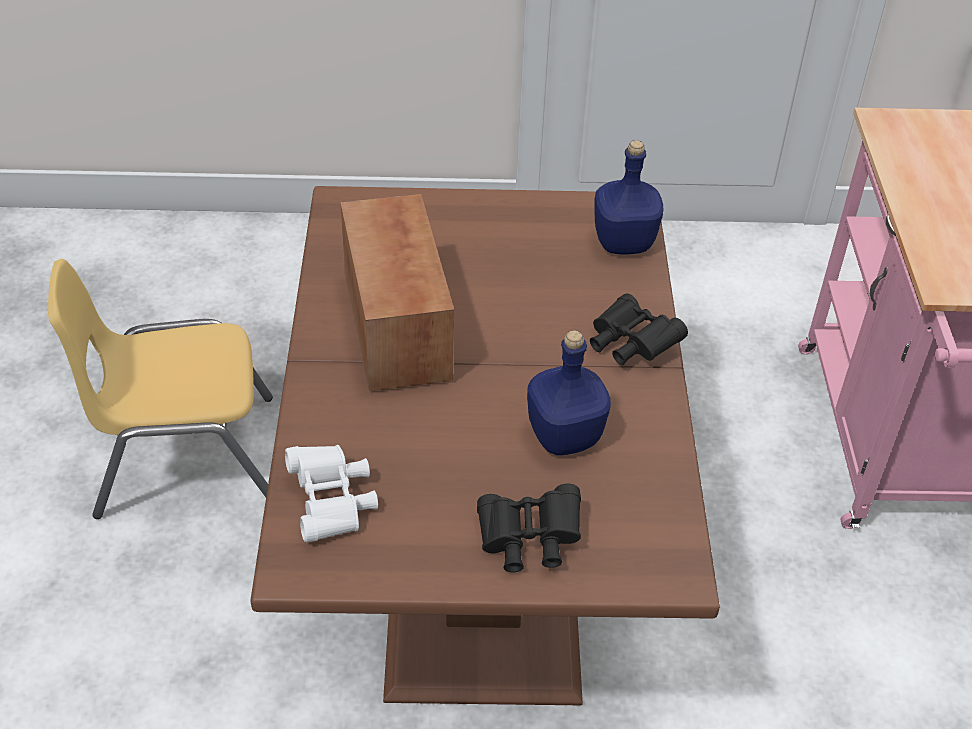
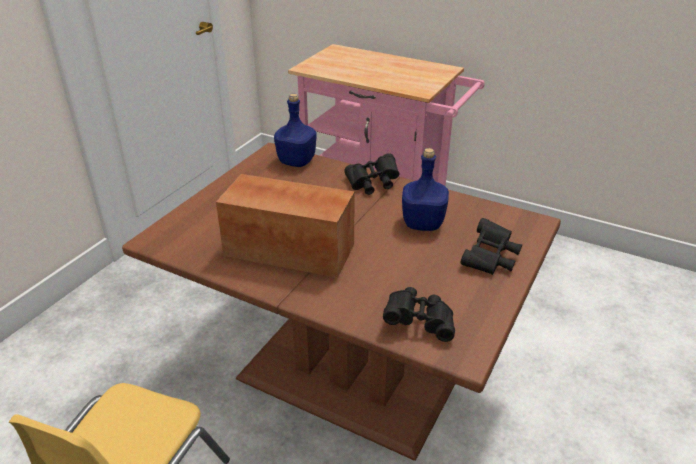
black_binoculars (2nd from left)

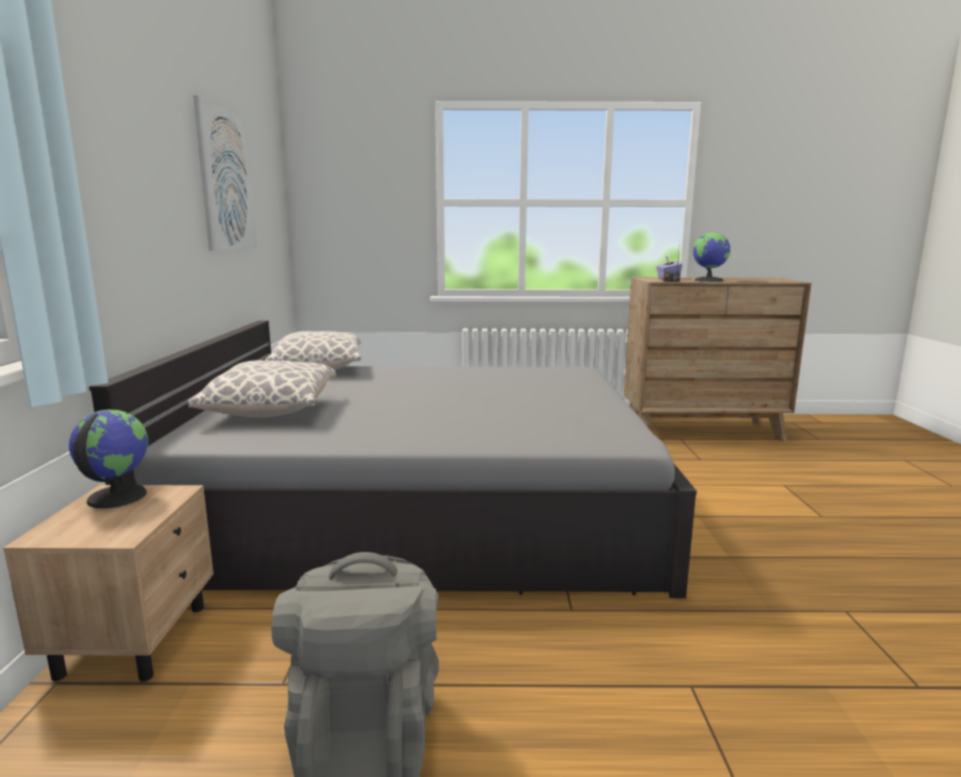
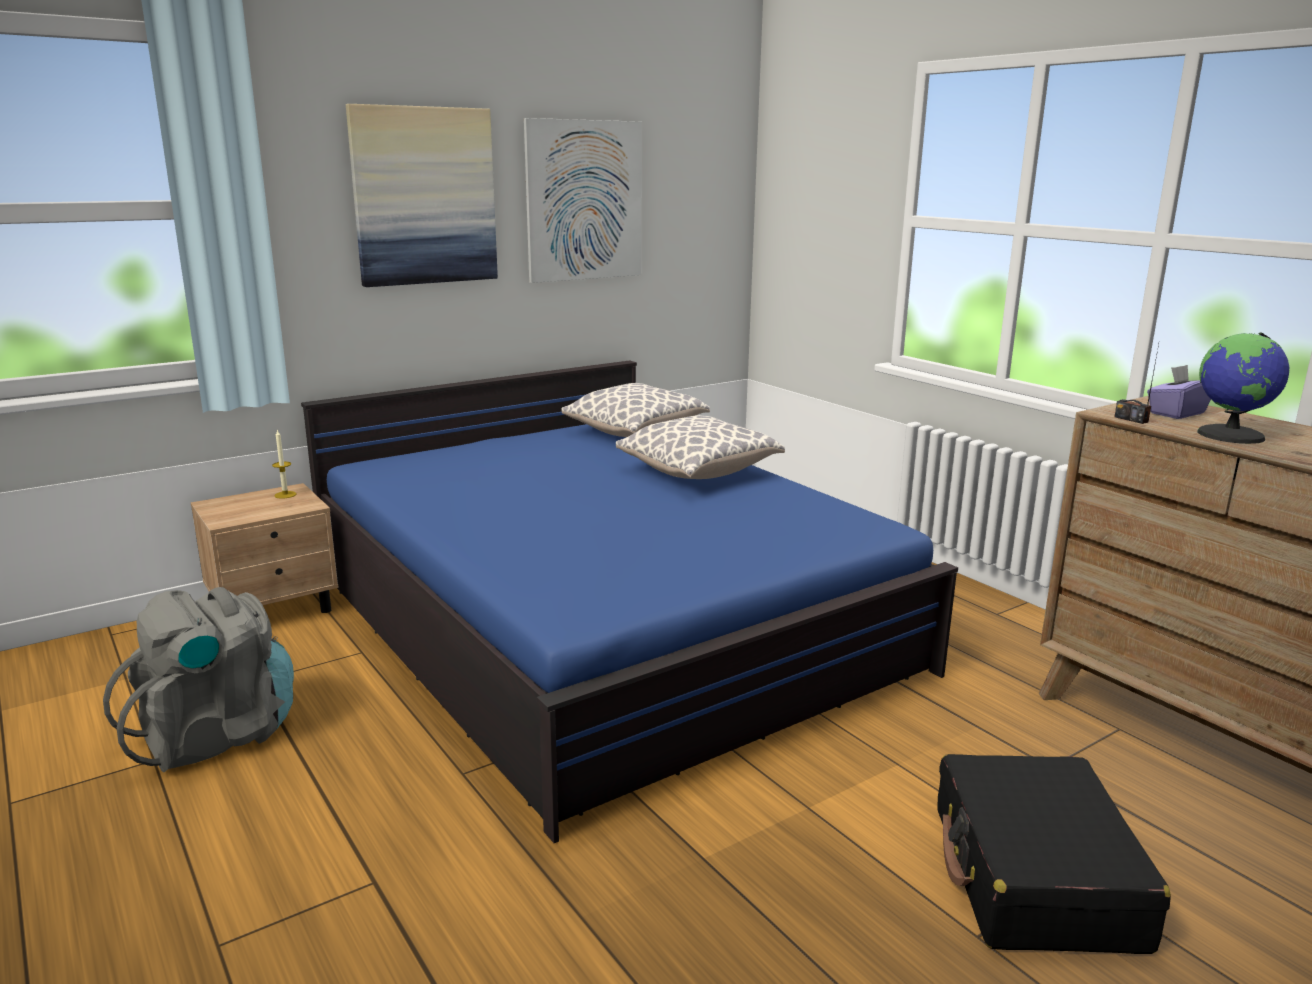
blue_bed
pillow (2nd from left)
candle
picture (1st from left)
black_suitcase

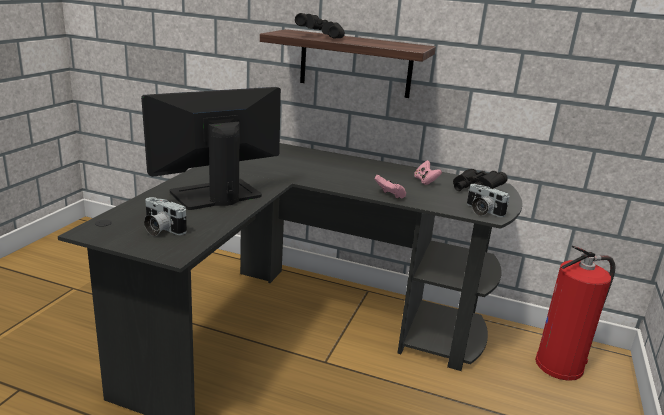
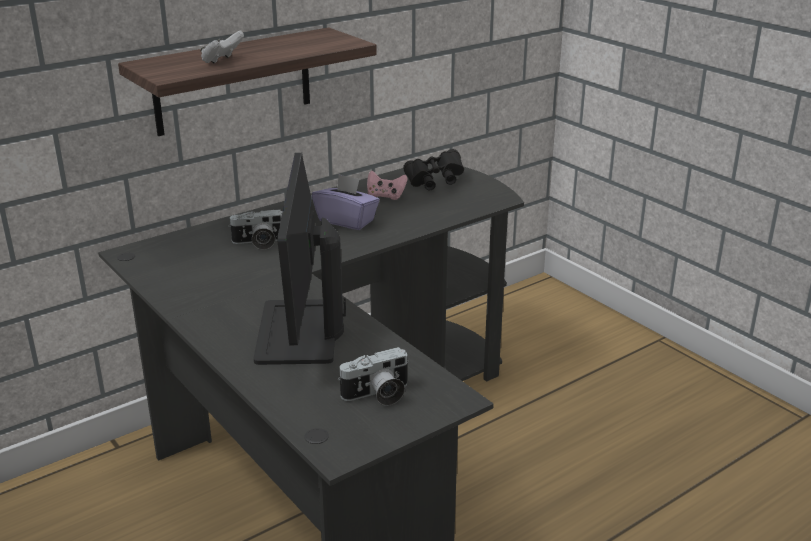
white_game_controller
pink_game_controller (1st from left in the first image)
photo_camera (1st from left)
fire_extinguisher
purple_tissue_box

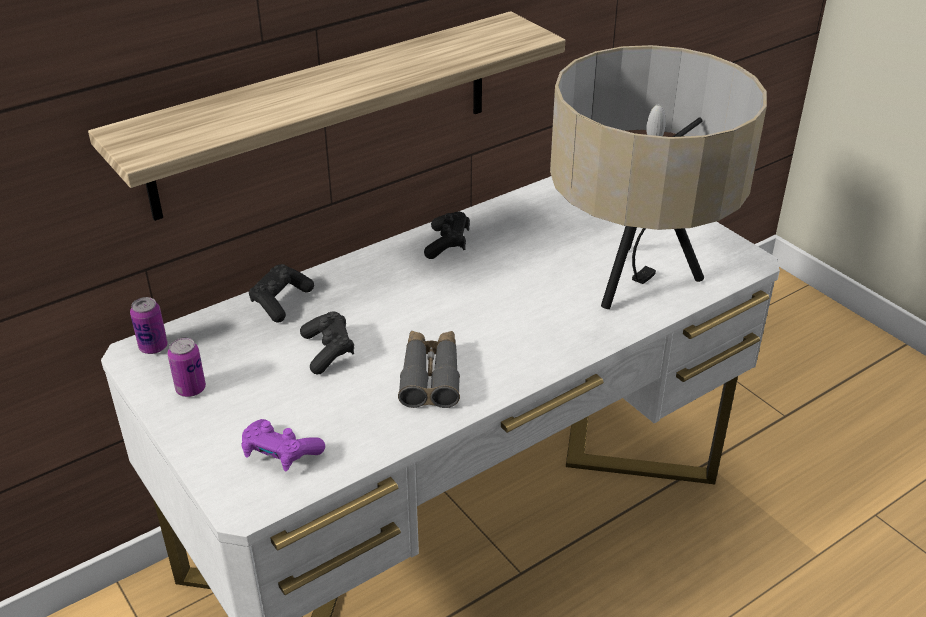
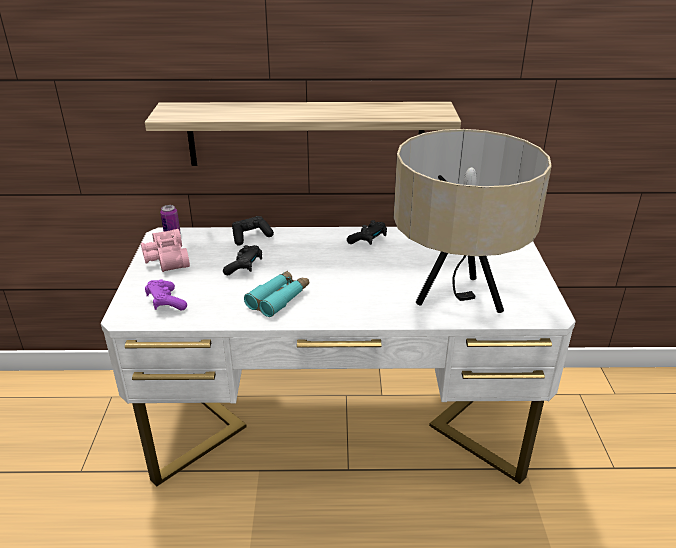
turquoise_binoculars
pink_binoculars

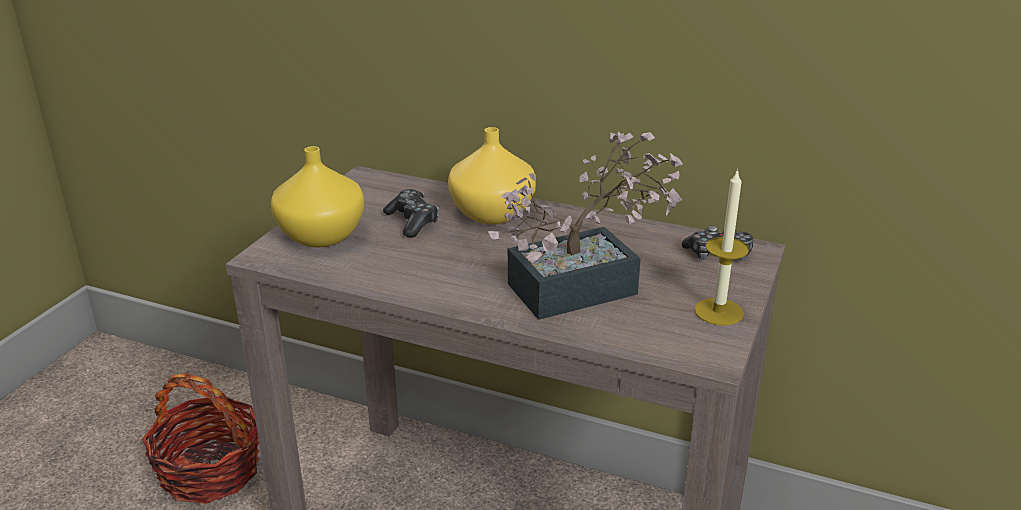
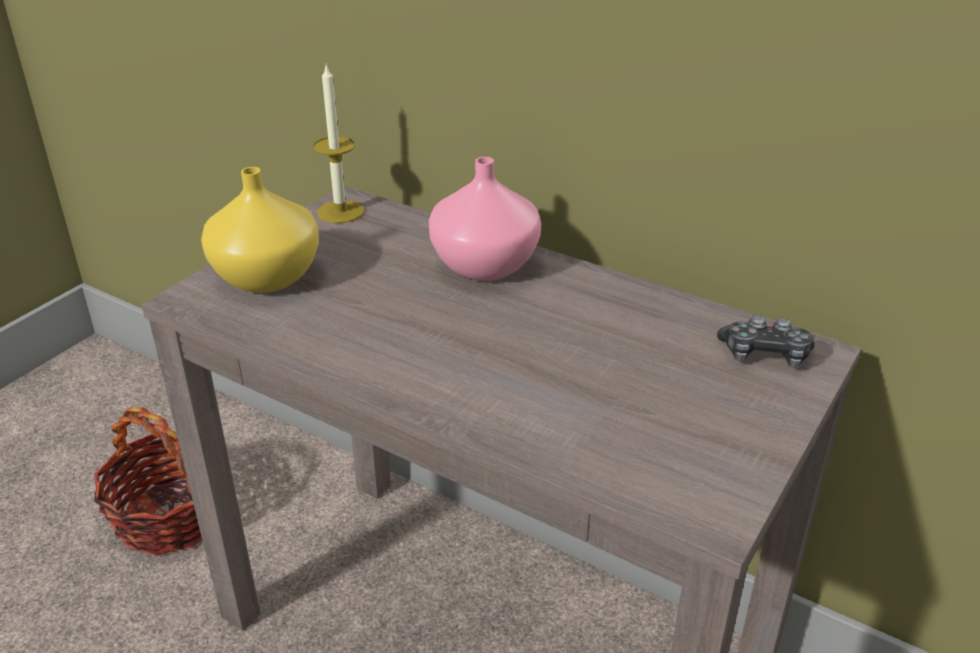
pink_vase
potted_plant
candle
game_controller (1st from left in the first image)

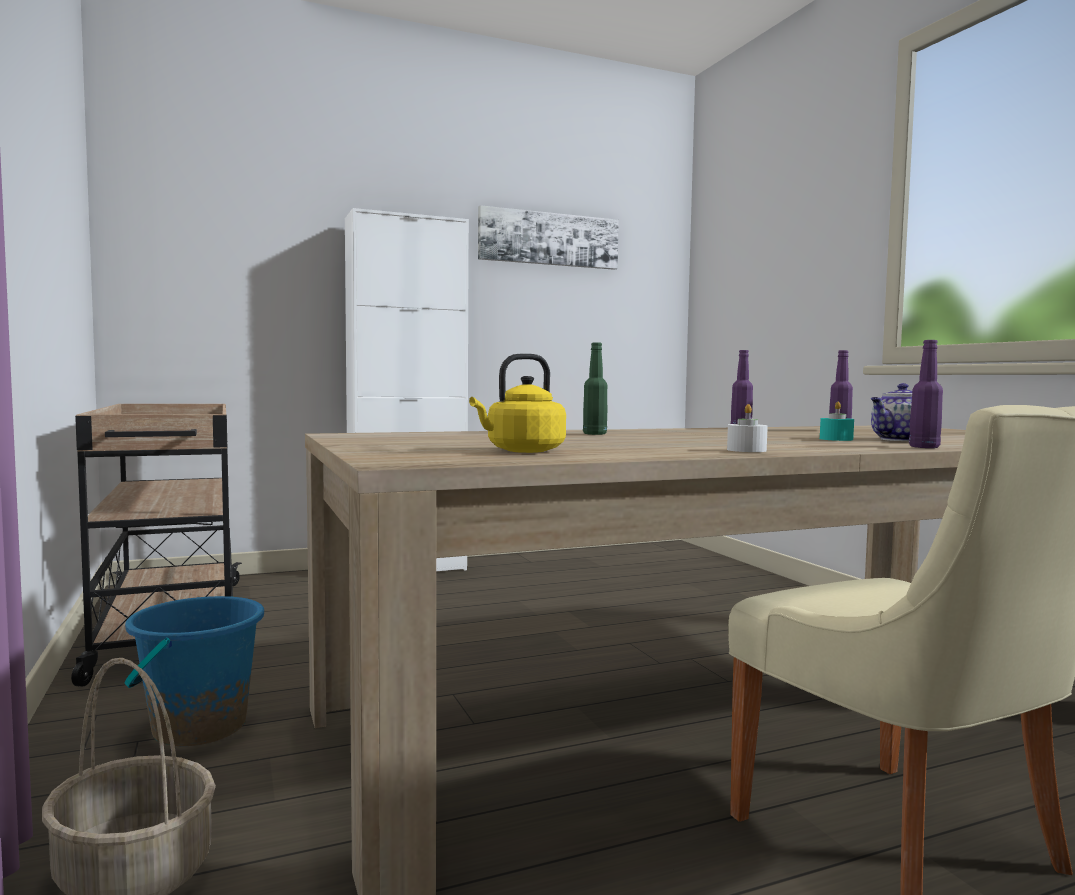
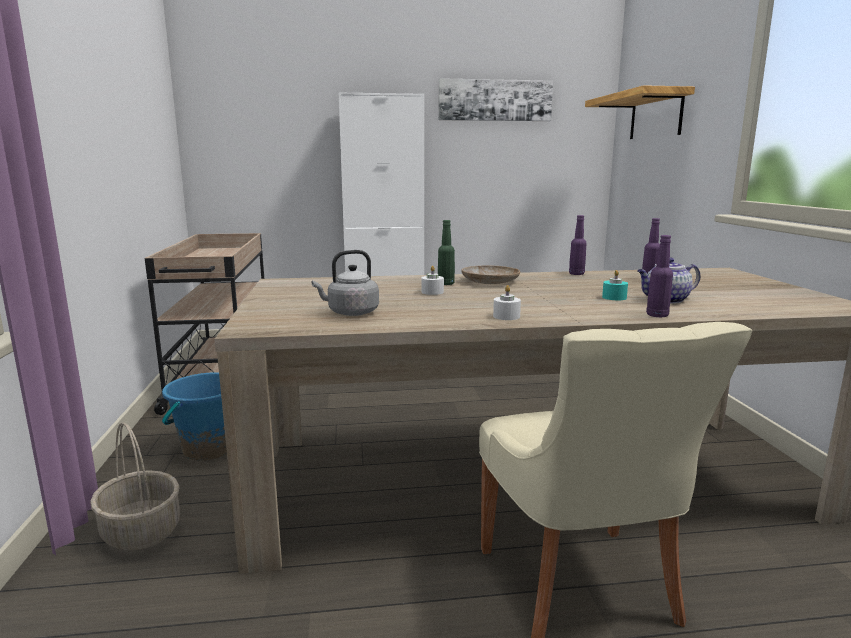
grey_kettle
shelf
beige_plate
white_candle (1st from left)

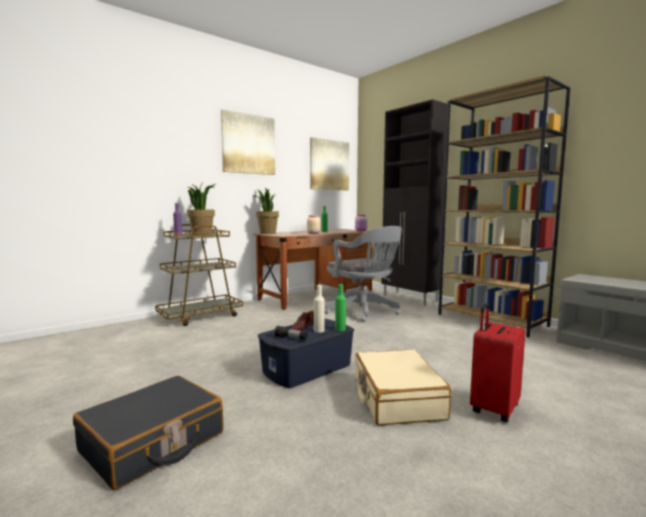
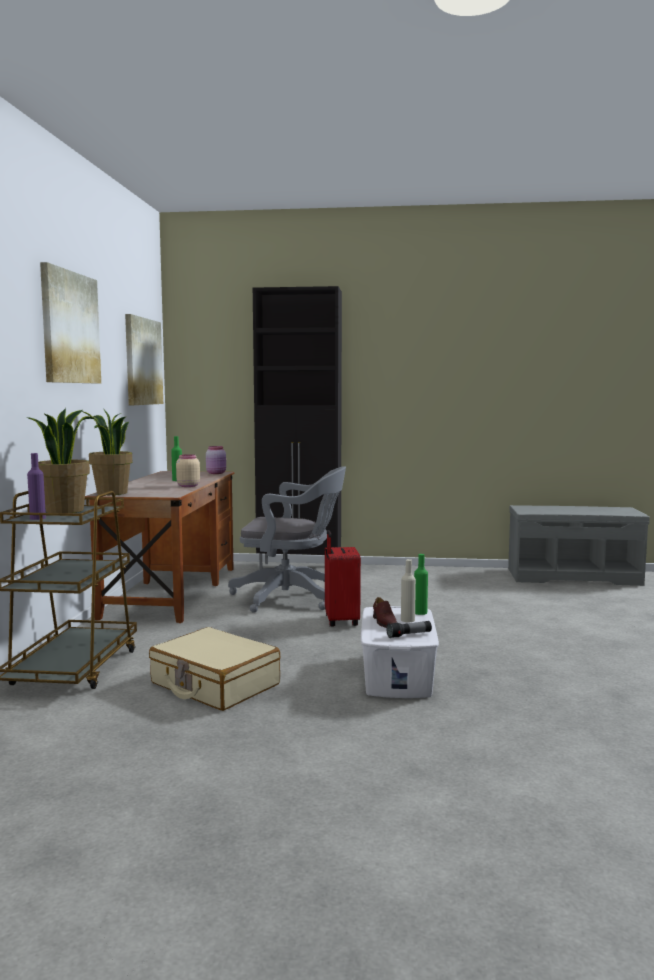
brown_bookcase
red_suitcase
white_storage_box
beige_suitcase
black_suitcase

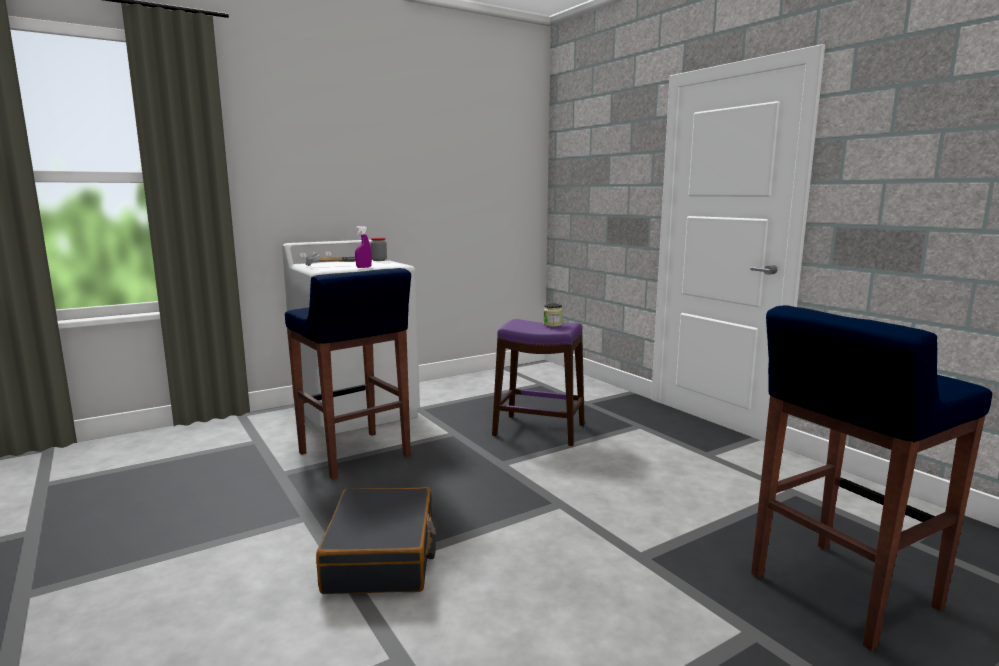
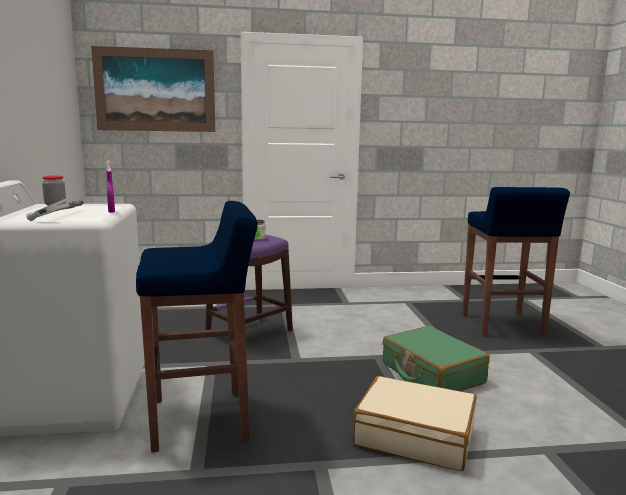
beige_suitcase
picture
green_suitcase

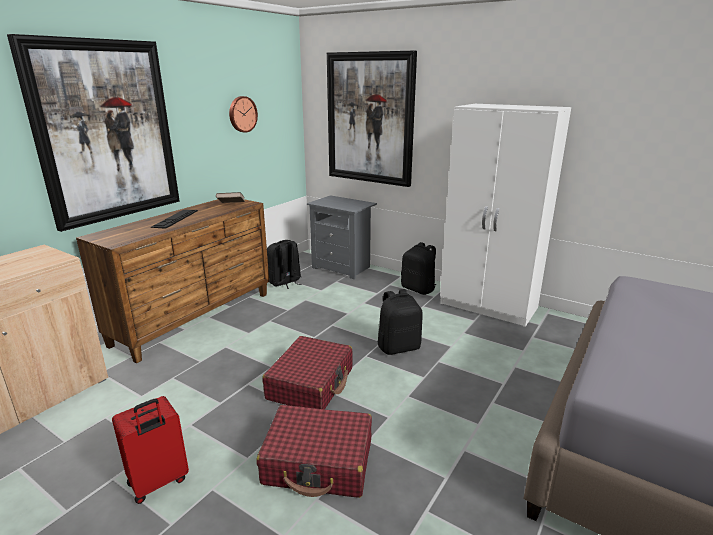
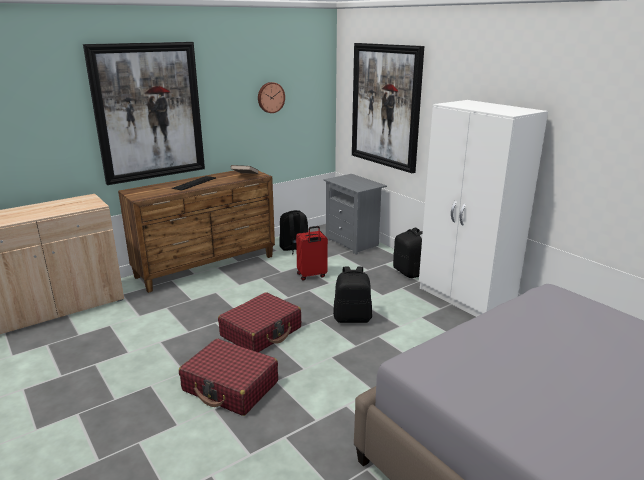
red_suitcase (3rd from left)

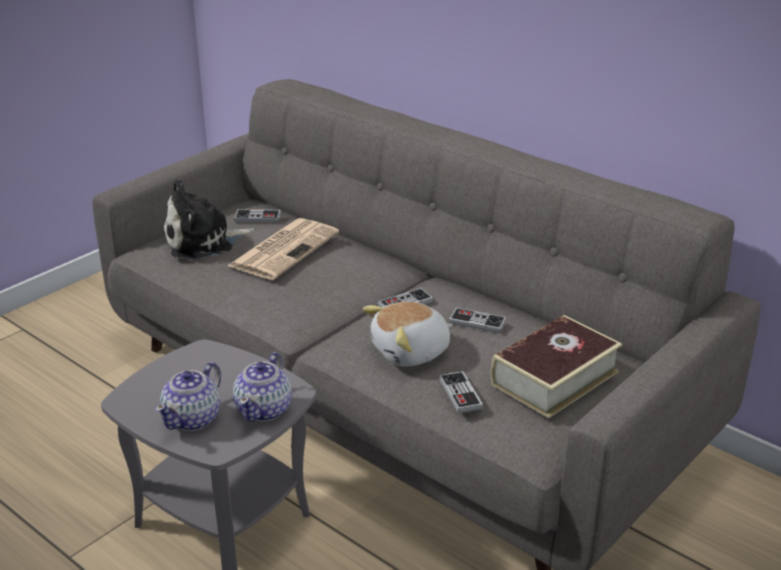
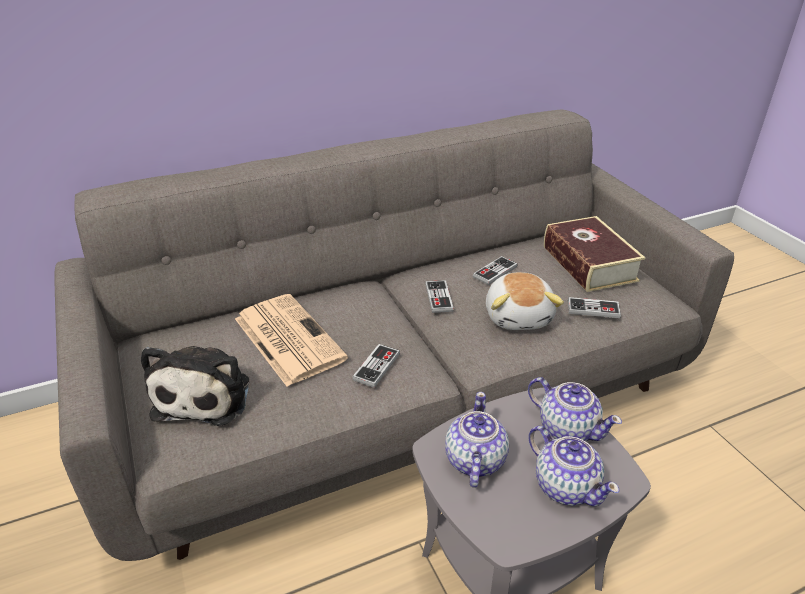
game_controller (1st from left)
teapot (1st from left)

